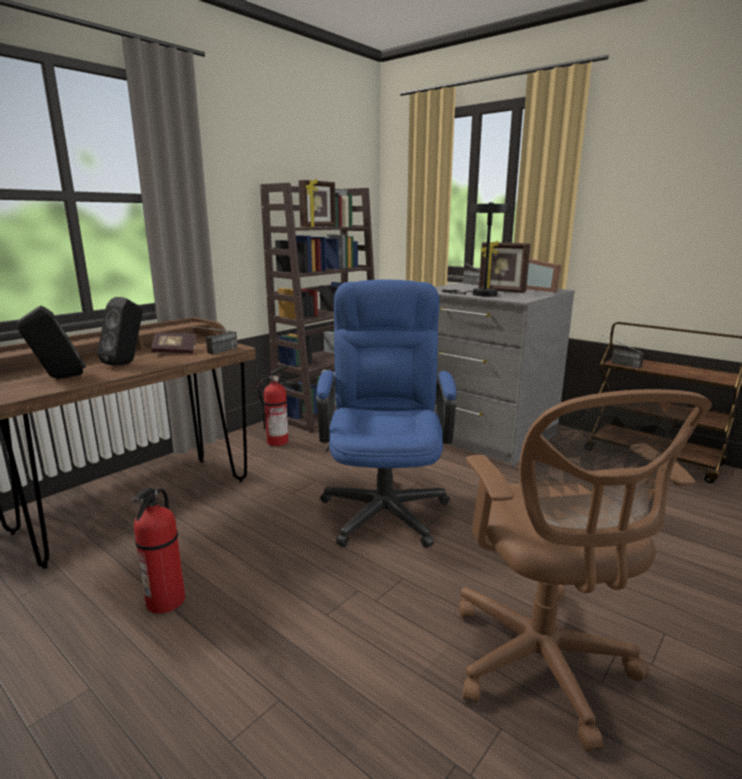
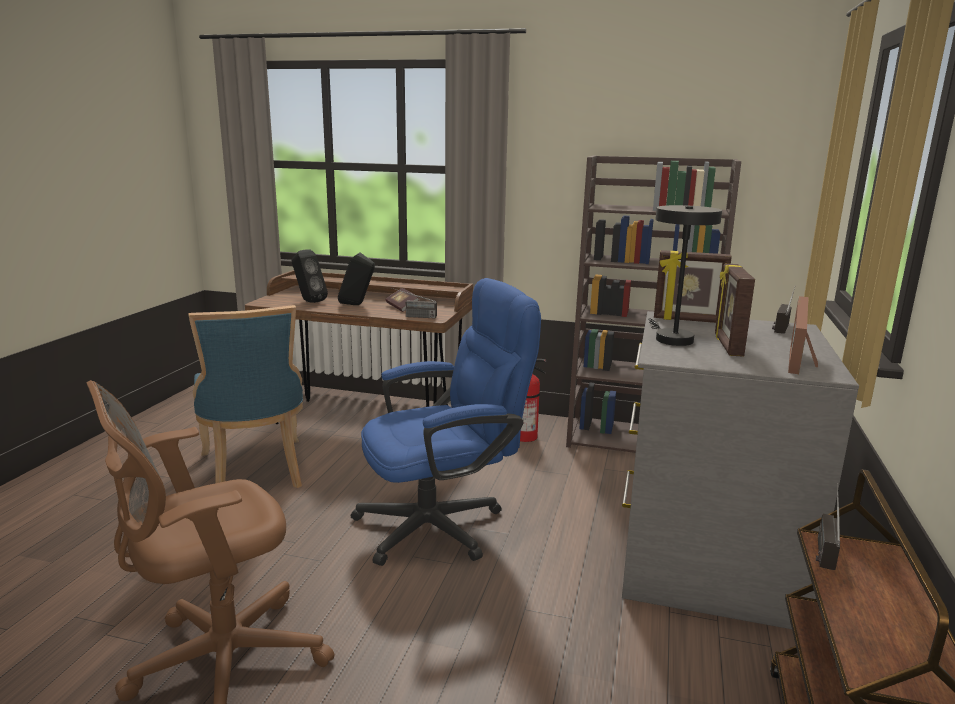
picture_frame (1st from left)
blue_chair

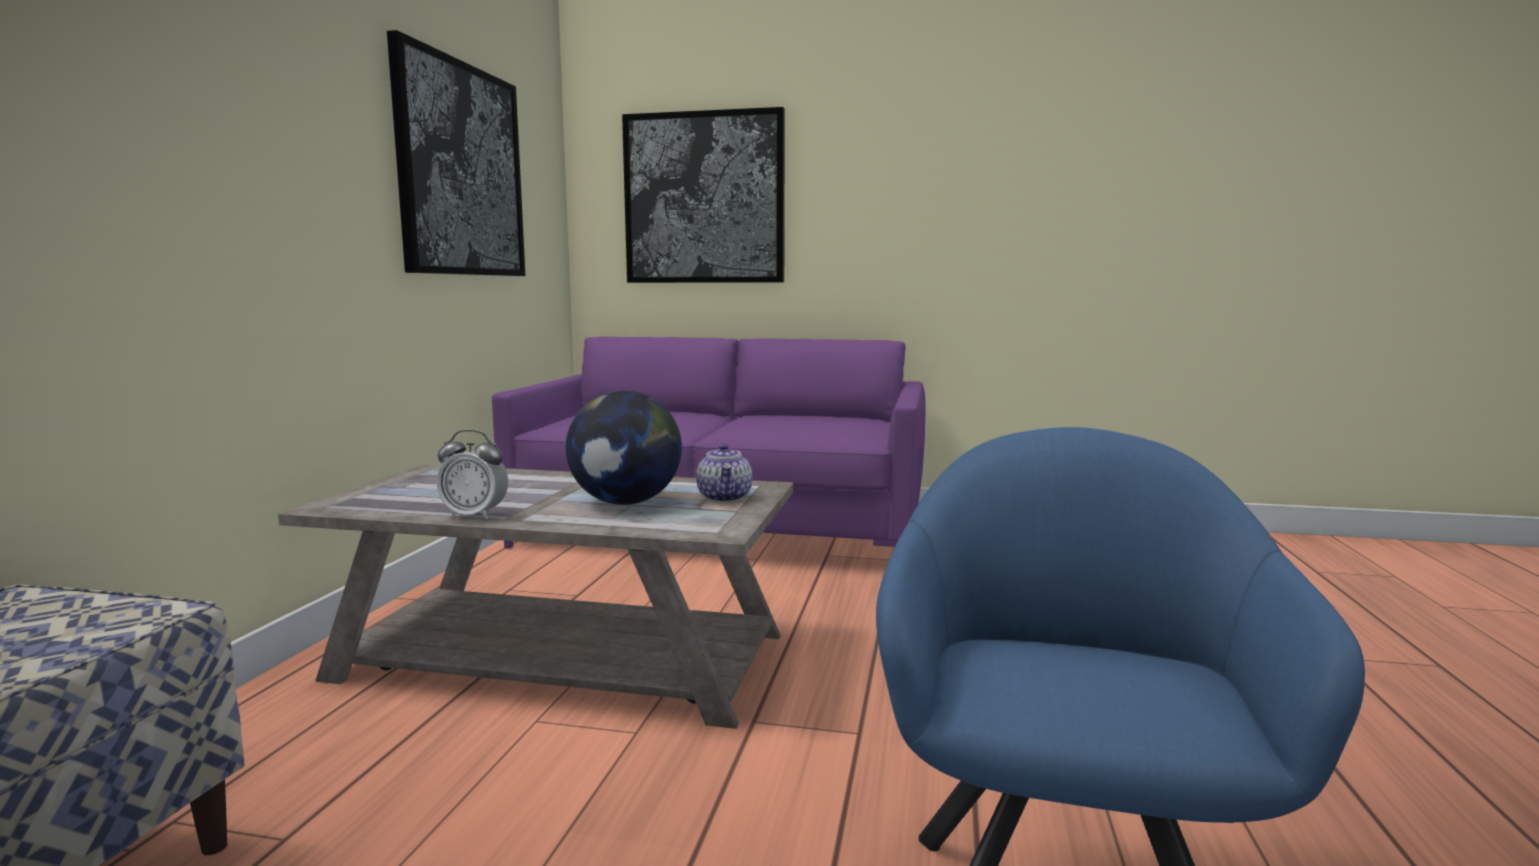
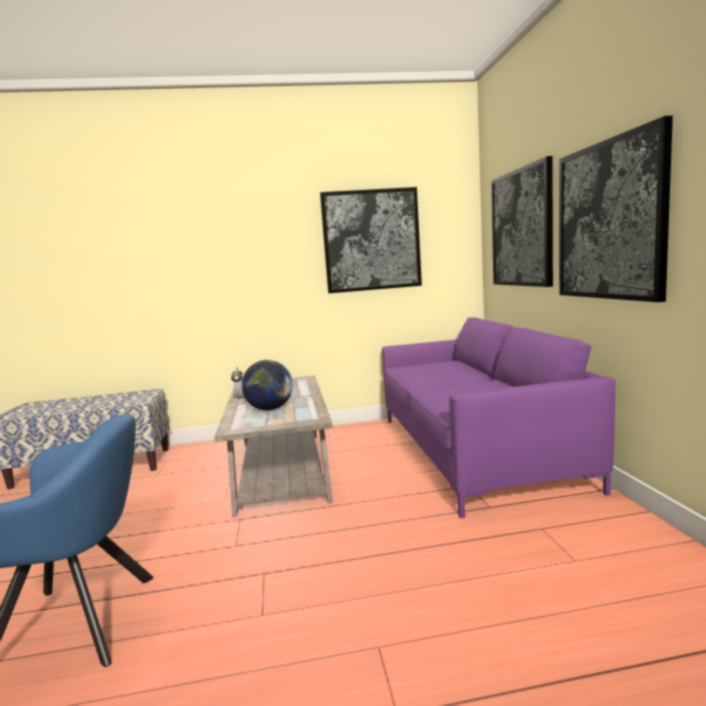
teapot
picture (3rd from left)

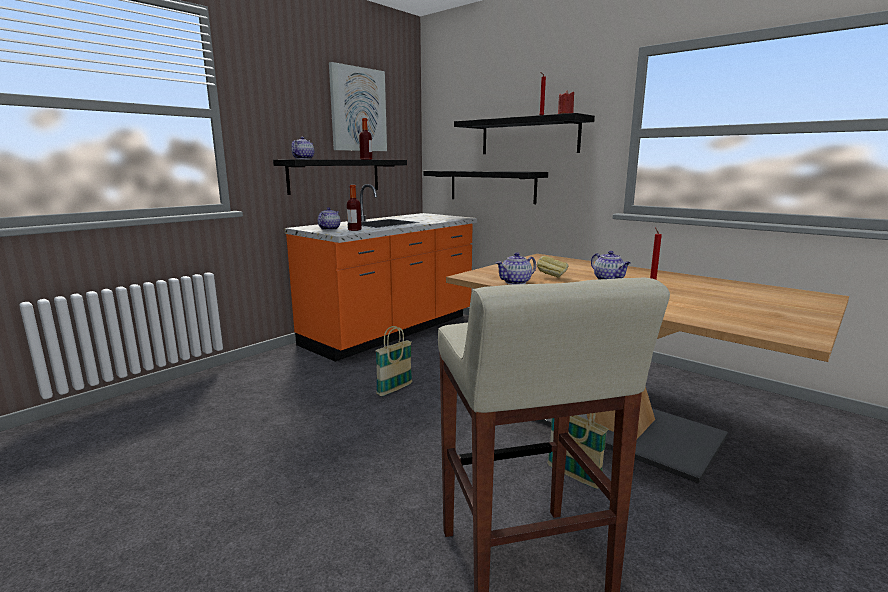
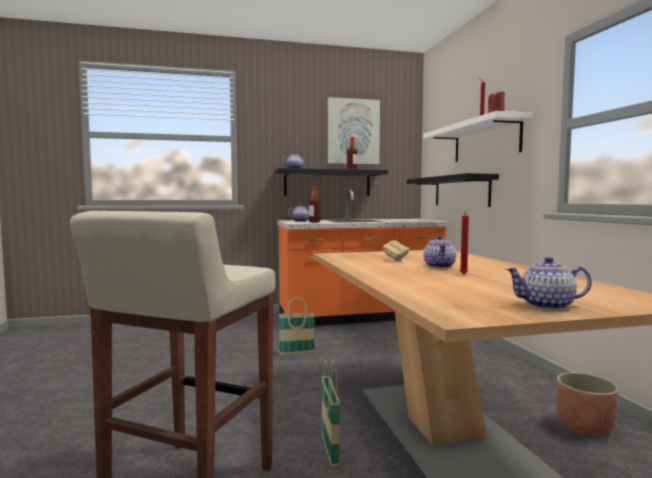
white_shelf
teapot (4th from left)
planter

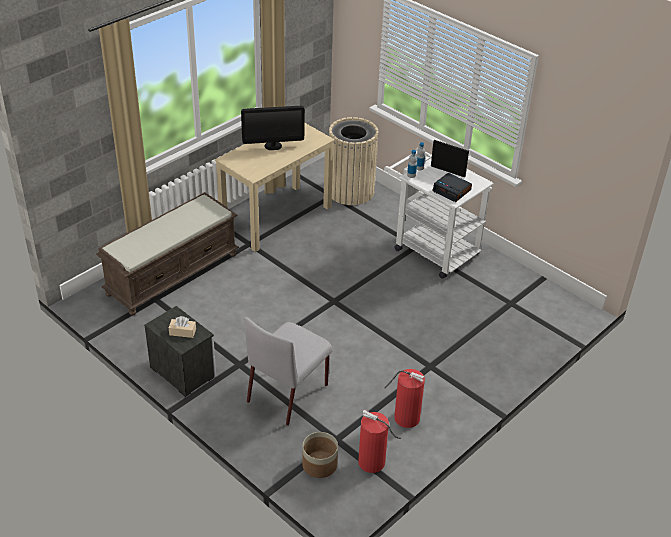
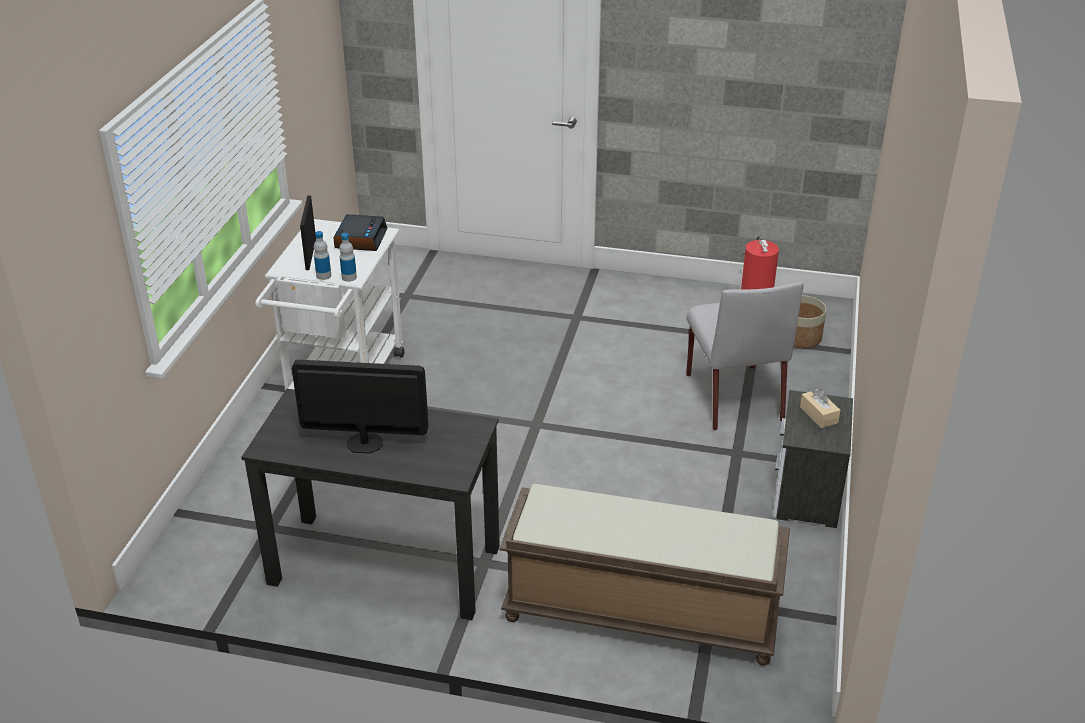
monitor
beige_trash_can
black_desk
grey_chair
fire_extinguisher (2nd from left in the first image)

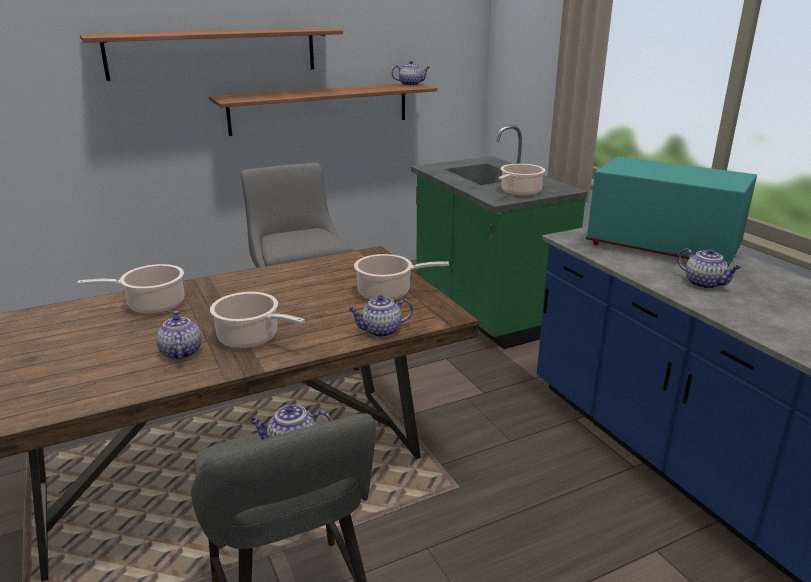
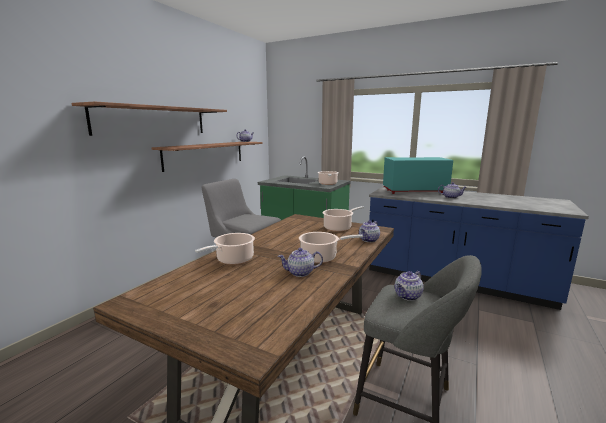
teapot (2nd from left)

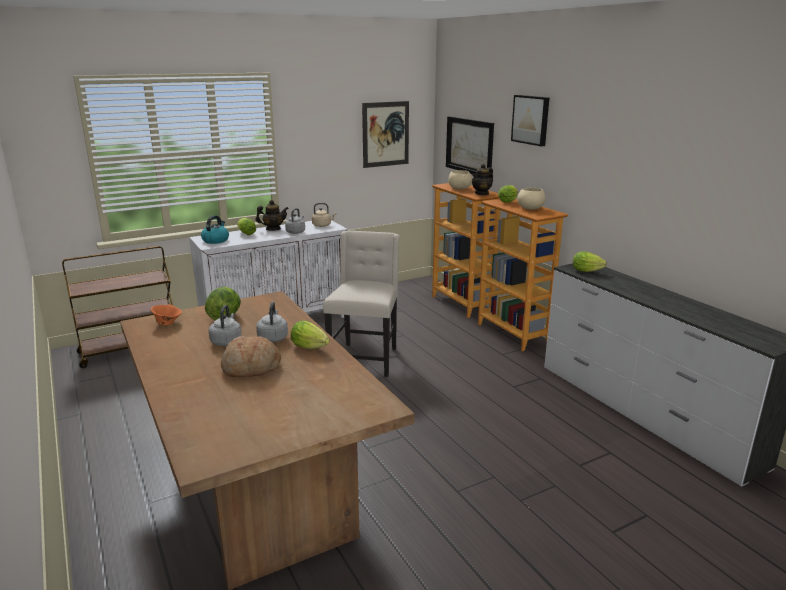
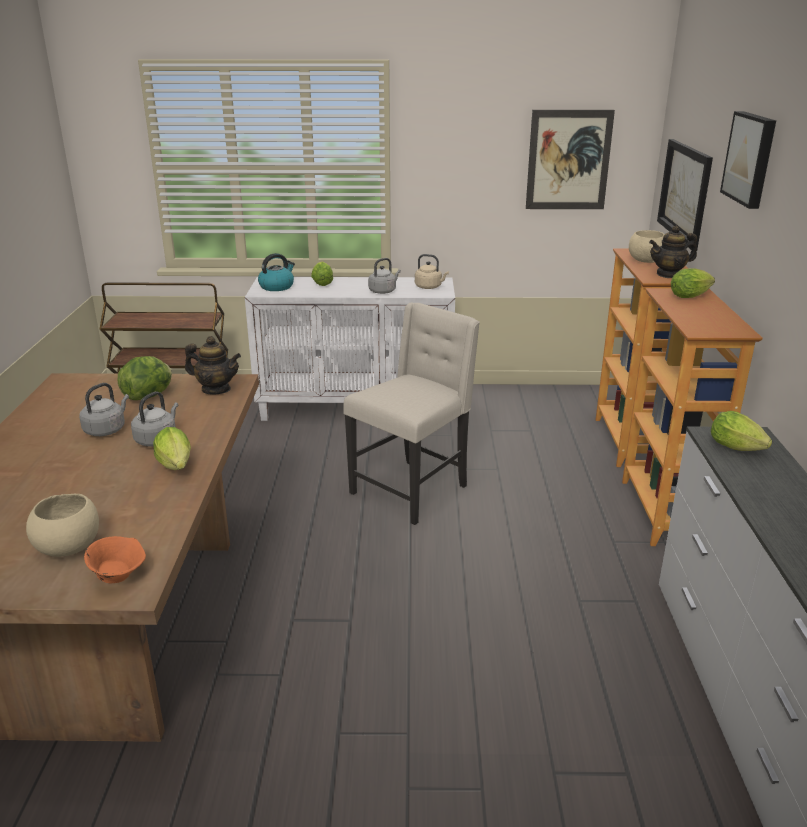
beige_bowl (1st from left)
teapot (1st from left)
orange_bowl
bread

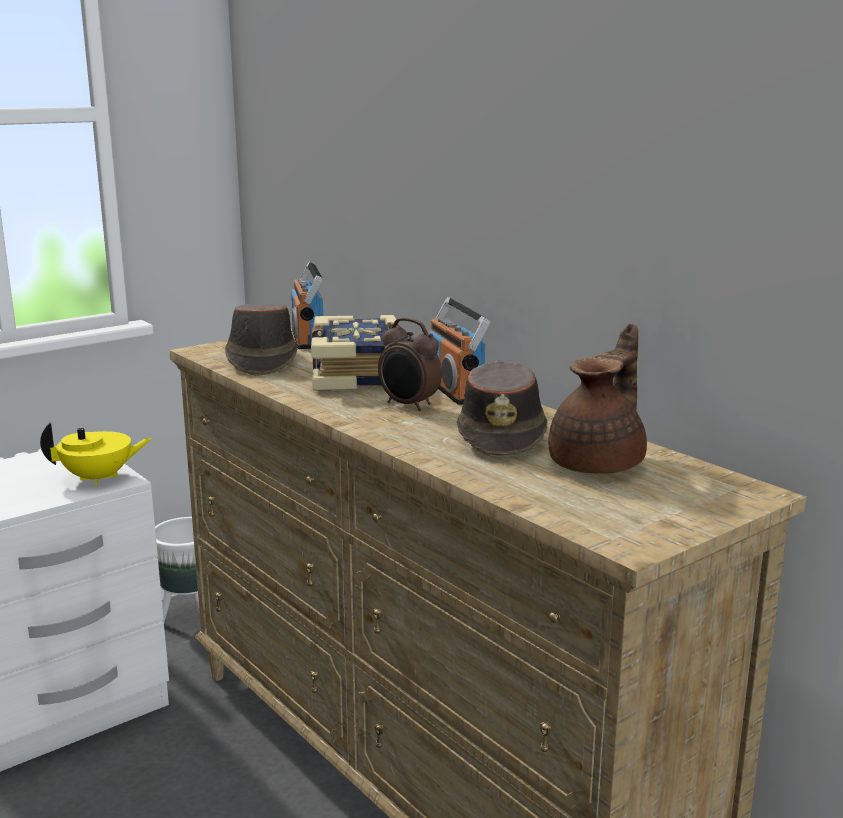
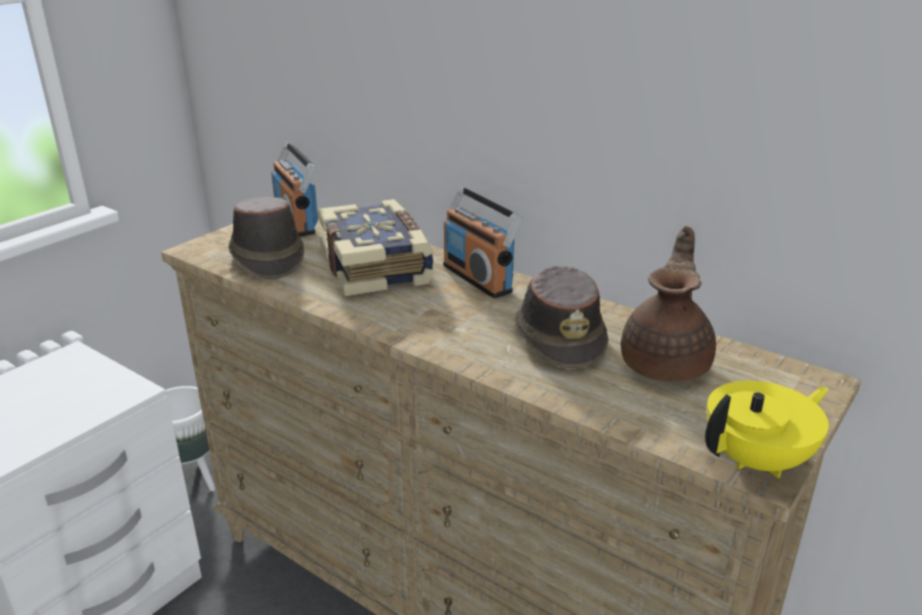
alarm_clock
yellow_teapot

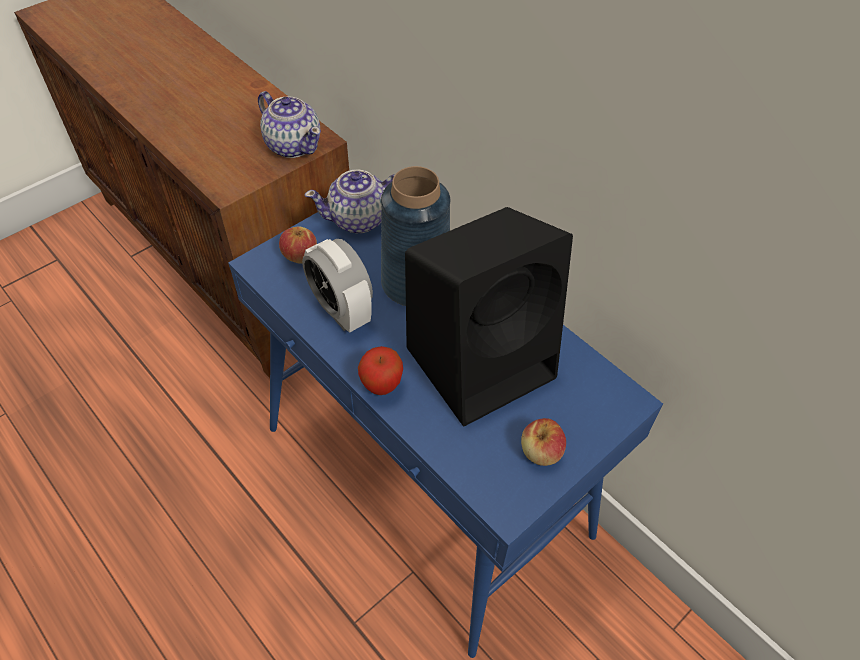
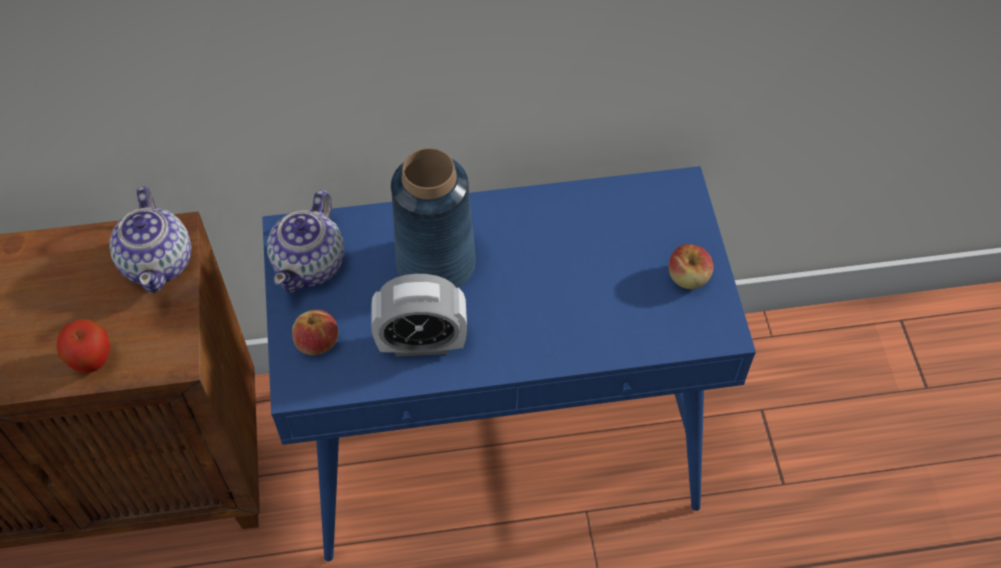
teapot (1st from left)
black_speaker
apple (1st from left)

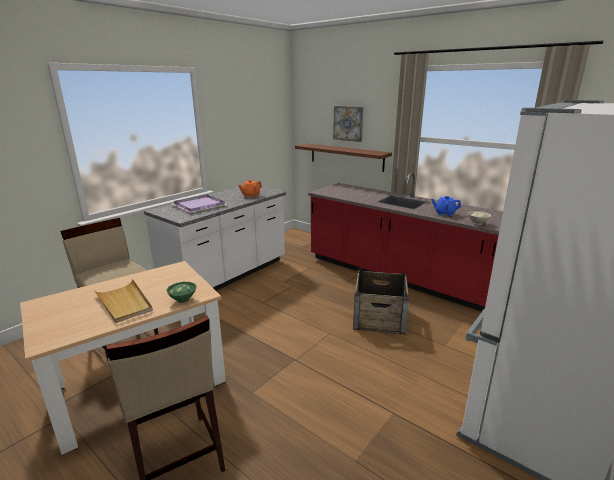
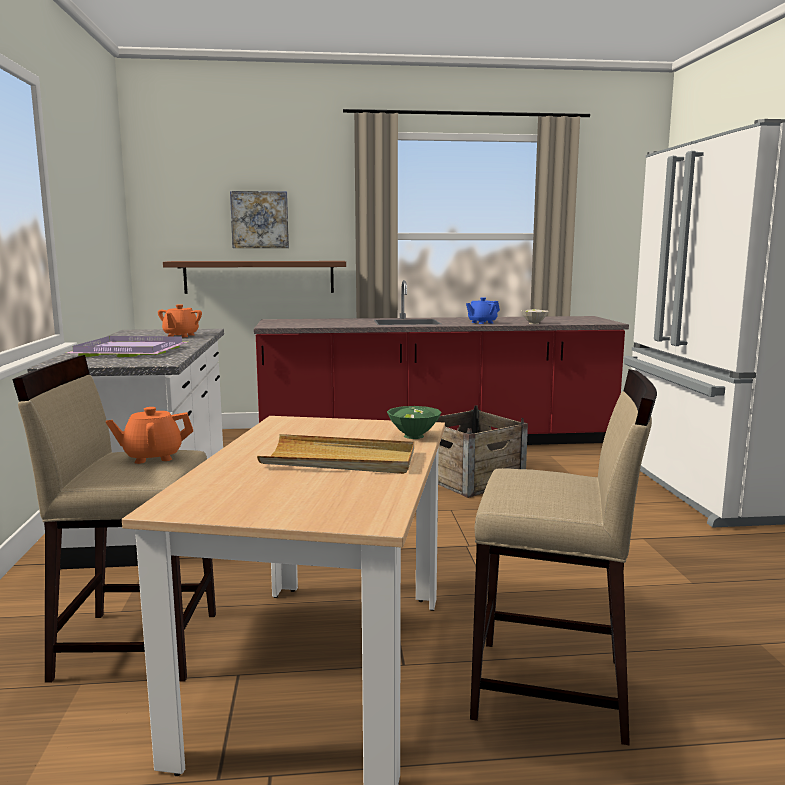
orange_teapot (1st from left)

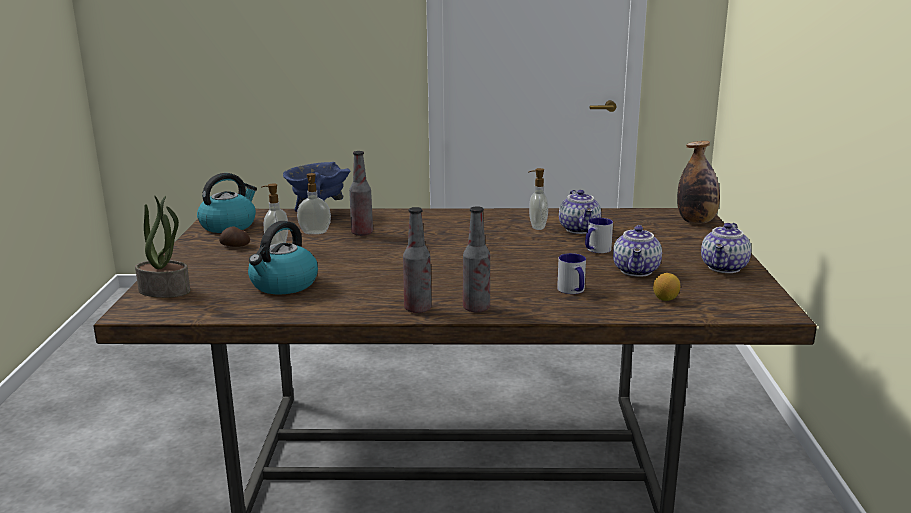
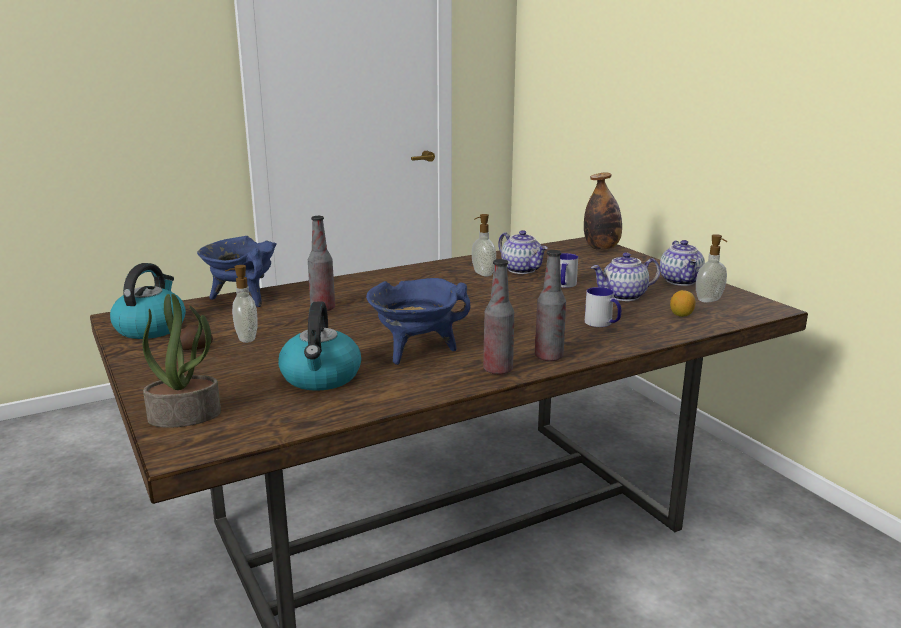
soap_dispenser (3rd from left)
teapot (2nd from left)
blue_cooking_pot (2nd from left)

